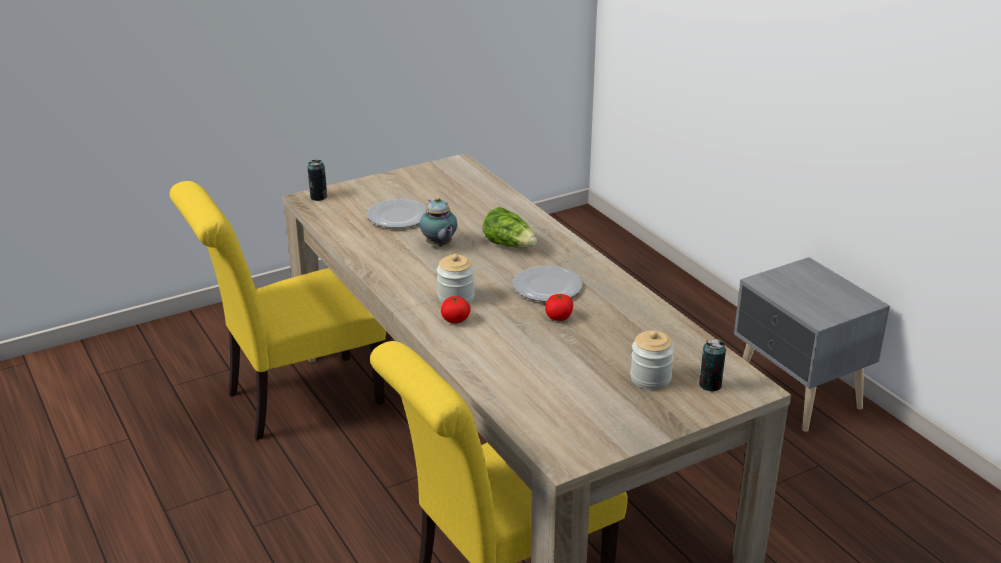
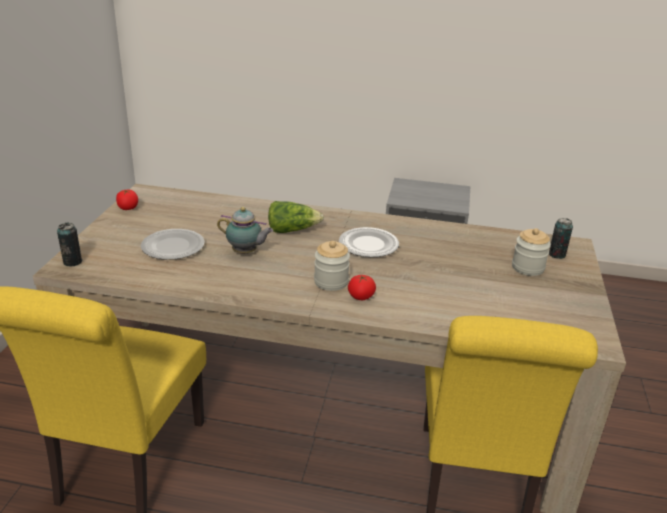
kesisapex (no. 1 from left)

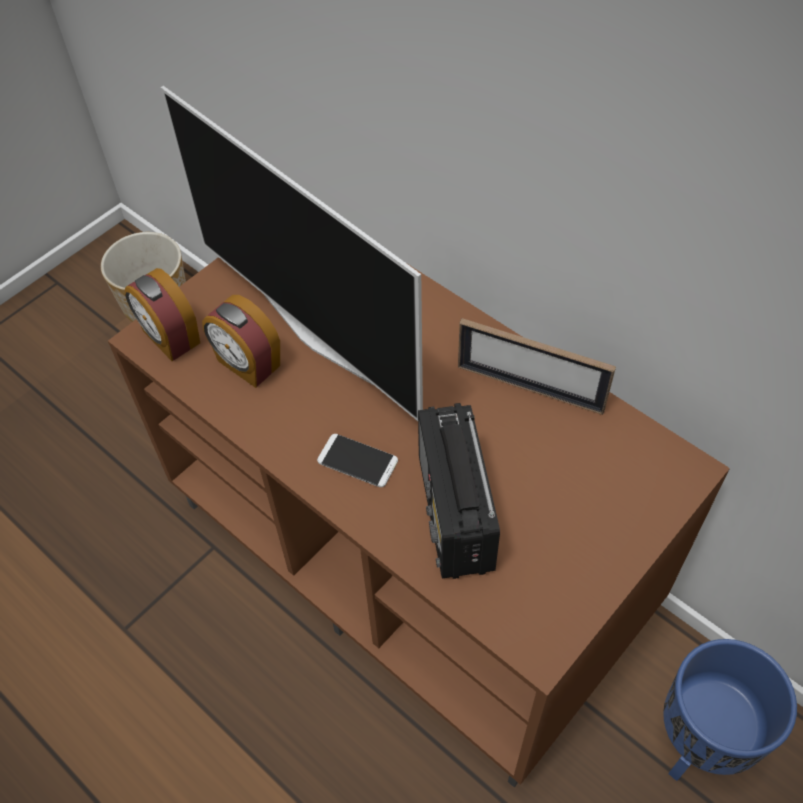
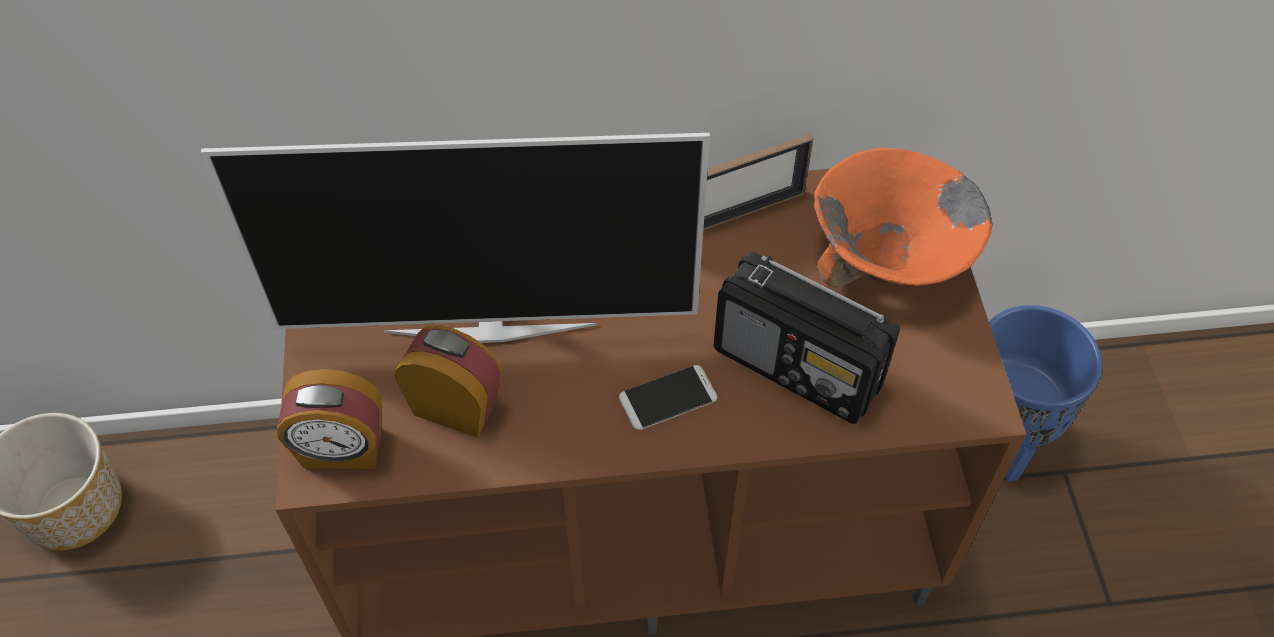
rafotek (no. 2 from left)
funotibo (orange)

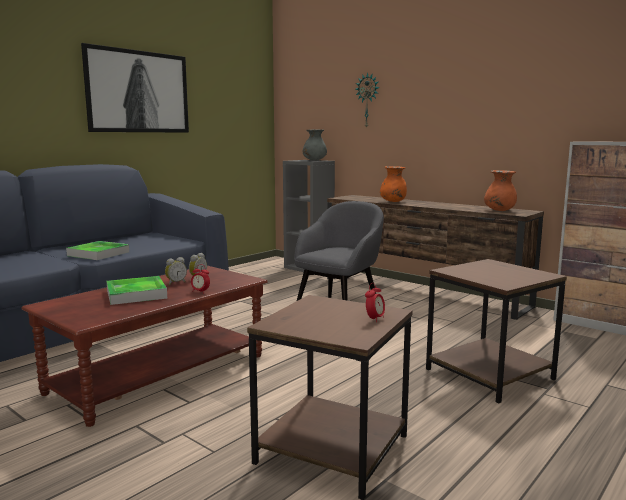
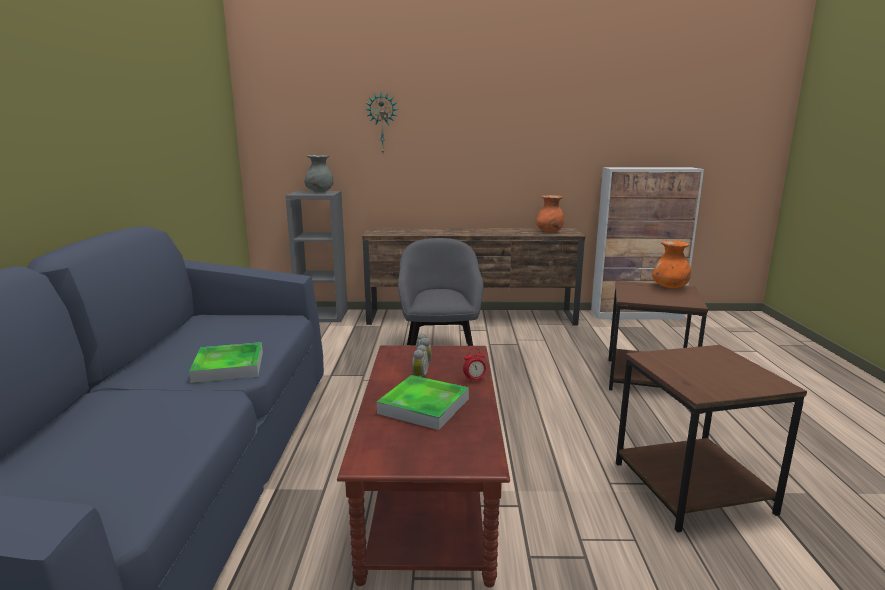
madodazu
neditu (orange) (no. 2 from left)
rafotek (no. 4 from left in the first image)

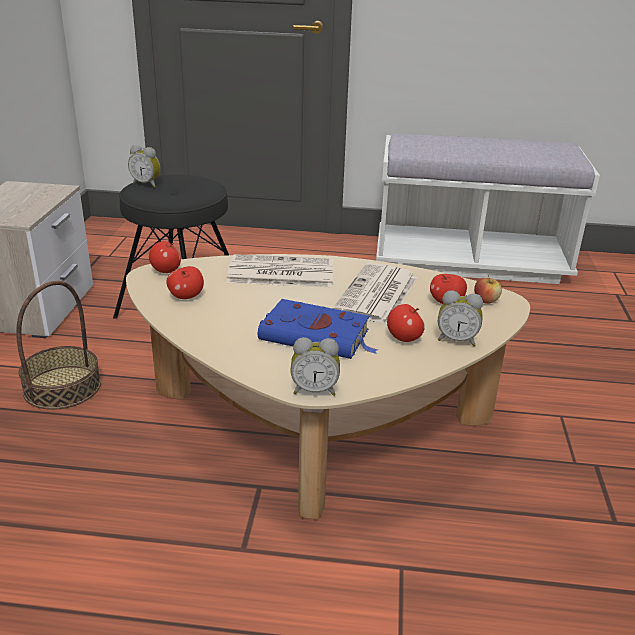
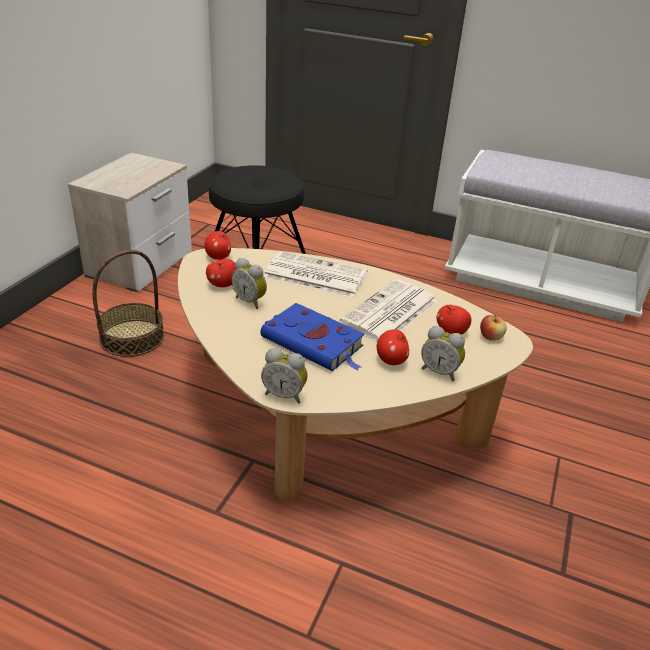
rafotek (no. 1 from left)

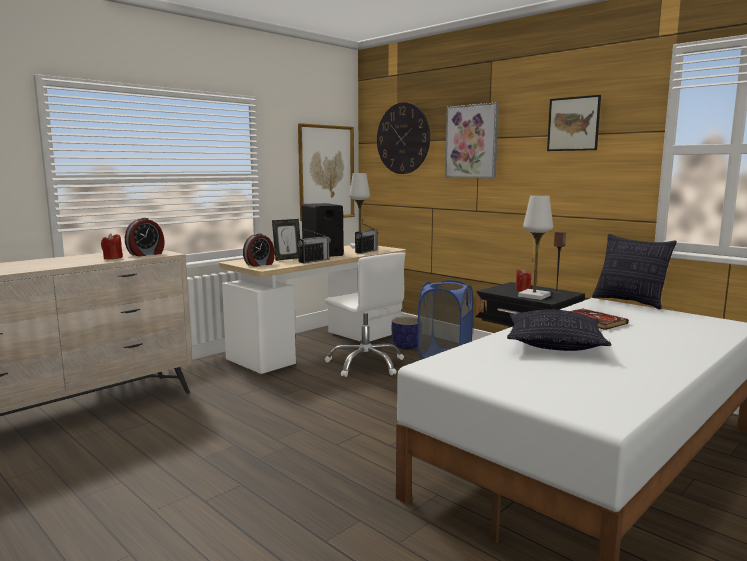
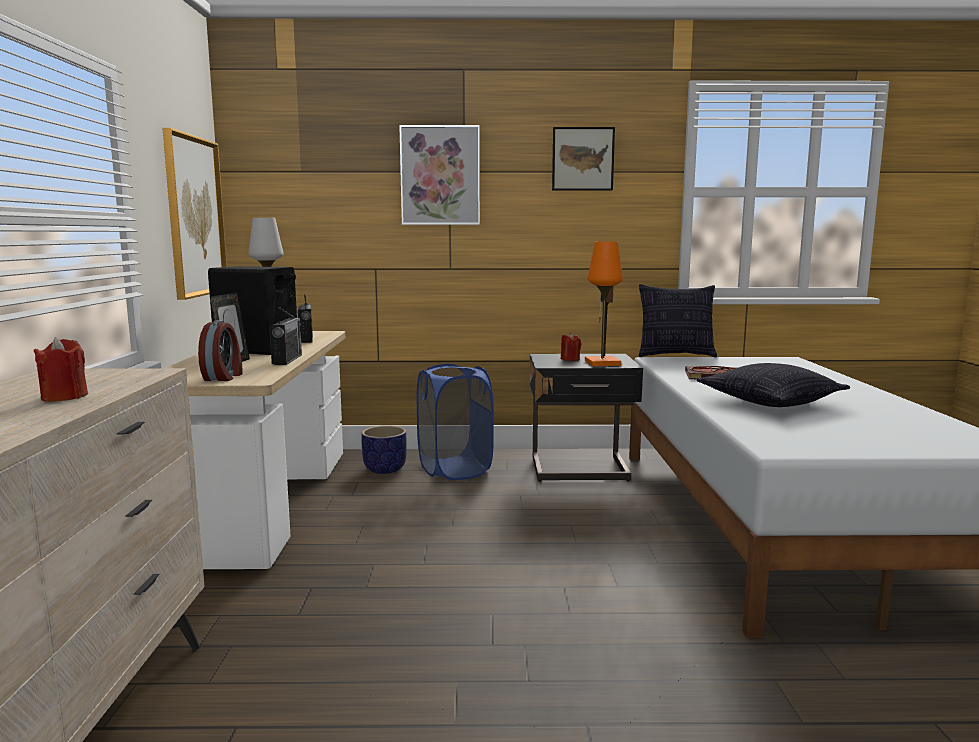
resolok
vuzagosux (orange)
rafotek (no. 1 from left in the first image)
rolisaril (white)

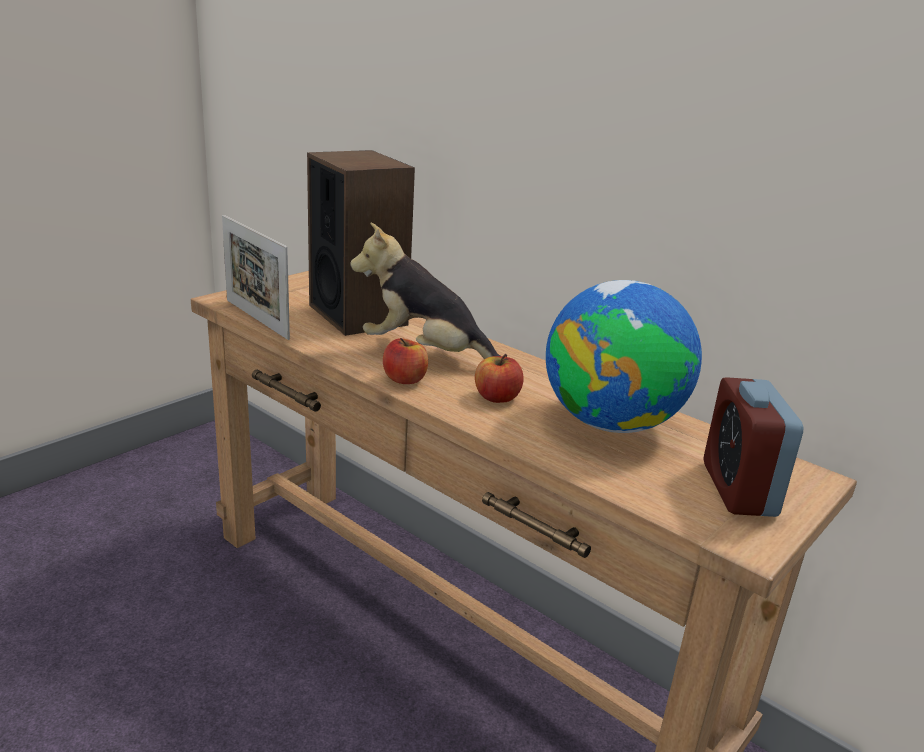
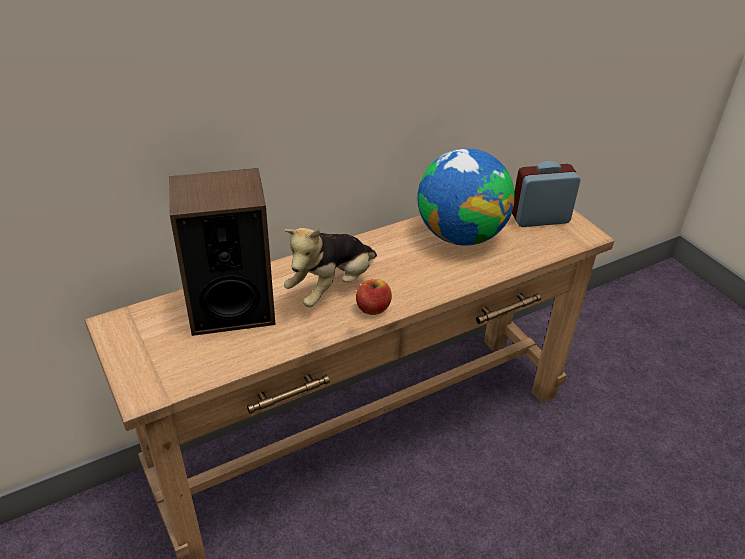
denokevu
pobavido (no. 2 from left in the first image)
rafotek

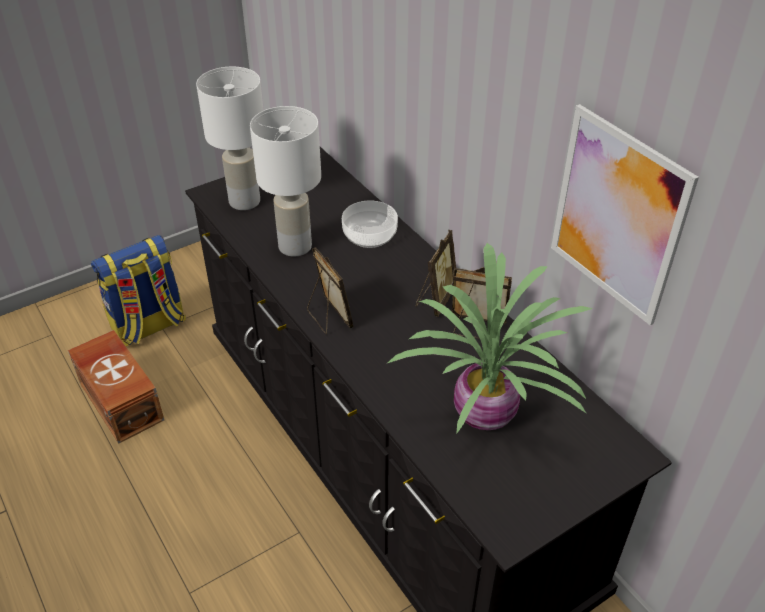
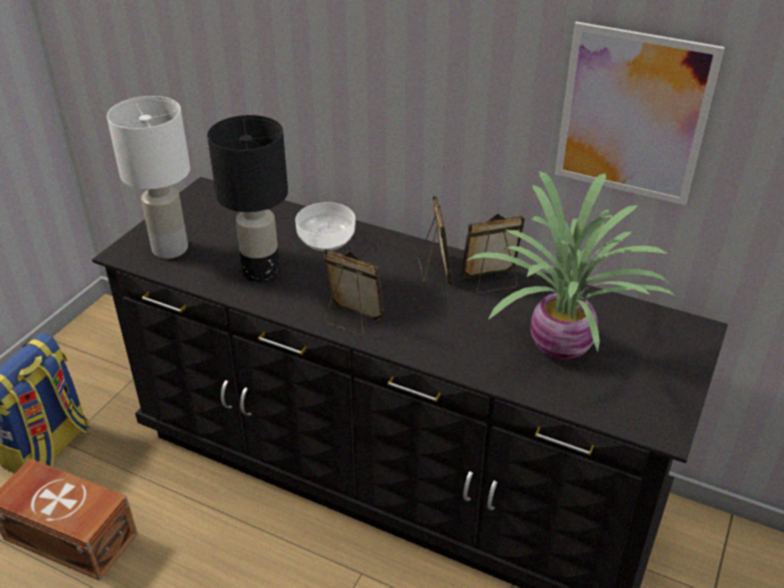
vuzagosux (black)

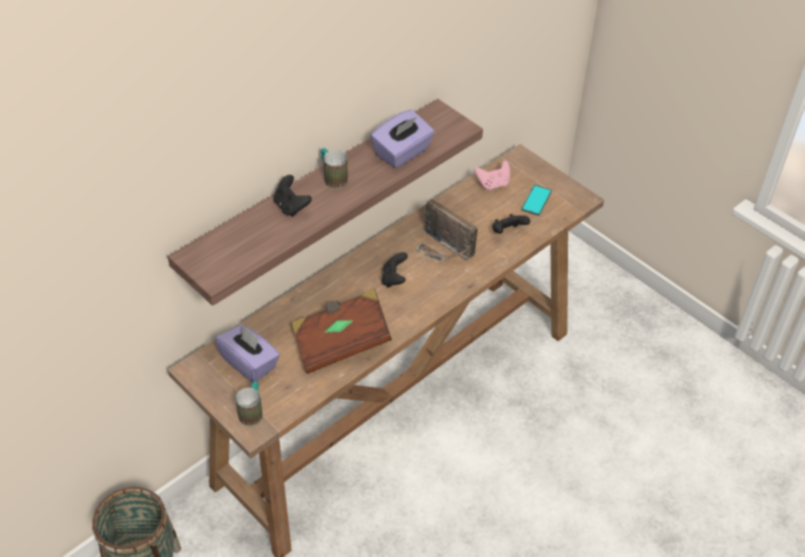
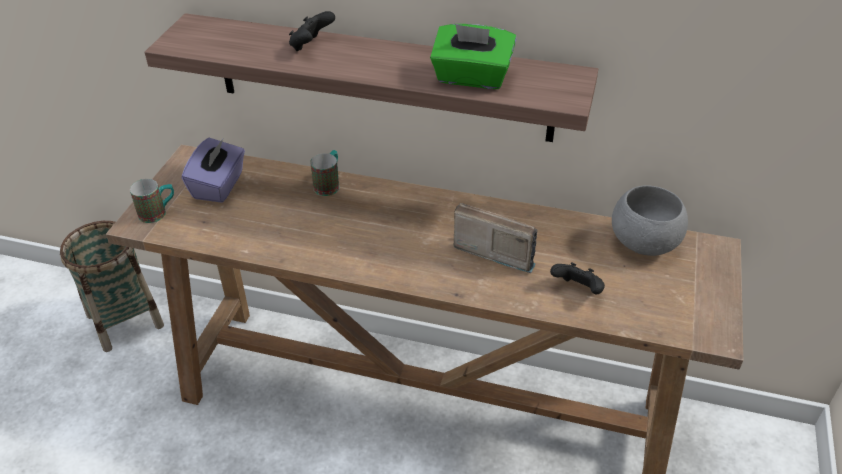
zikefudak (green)
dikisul (no. 2 from left)
funotibo (grey)
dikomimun
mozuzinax
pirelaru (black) (no. 2 from left in the first image)
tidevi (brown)

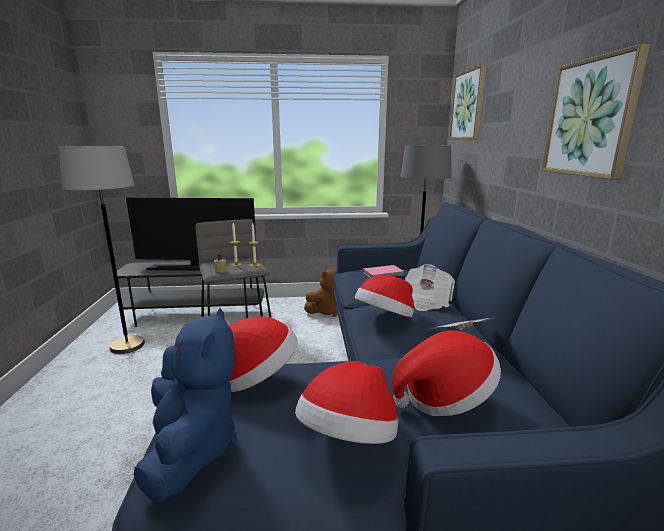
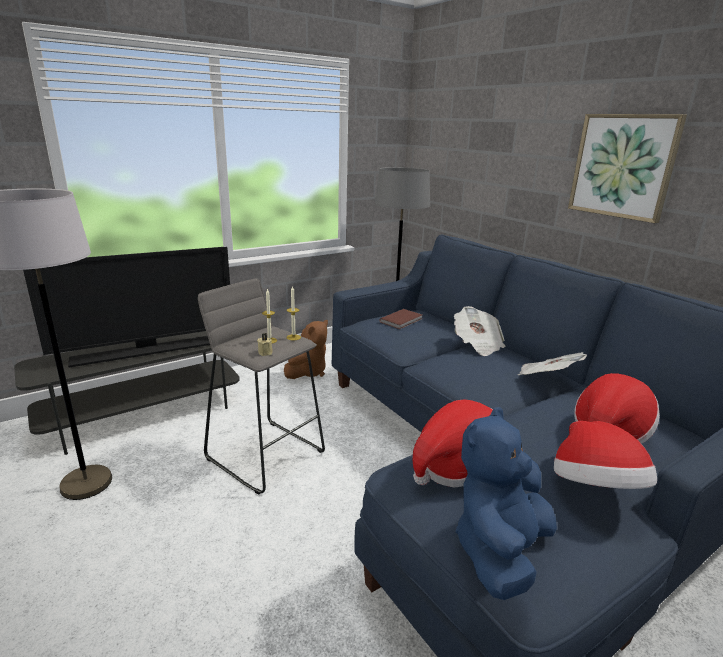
madodazu (no. 1 from left in the first image)
tidevi (brown)
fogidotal (no. 3 from left in the first image)
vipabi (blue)

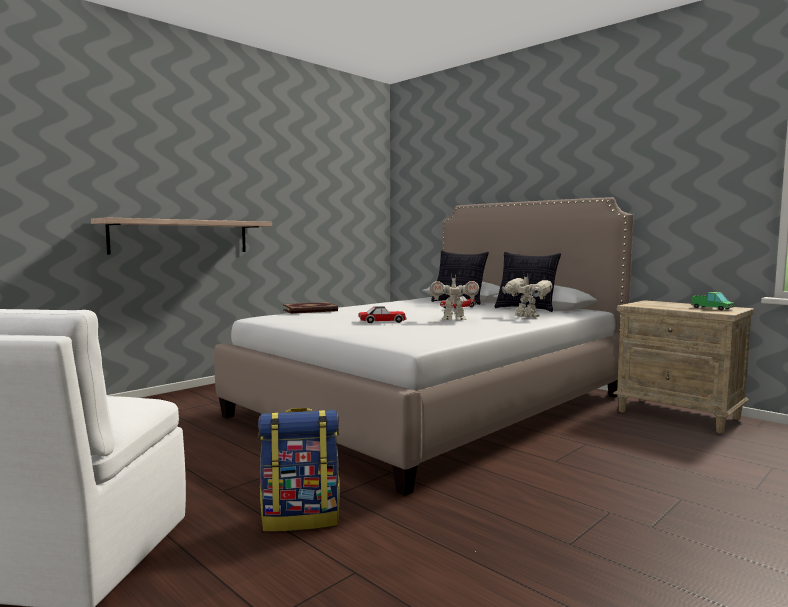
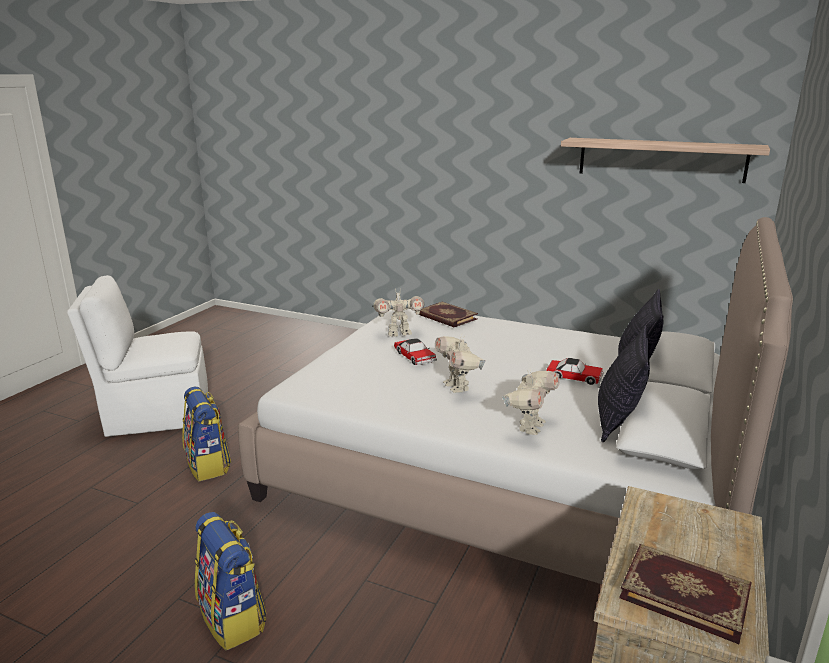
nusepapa
tidevi (no. 2 from left)
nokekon (no. 1 from left)
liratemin (no. 2 from left)

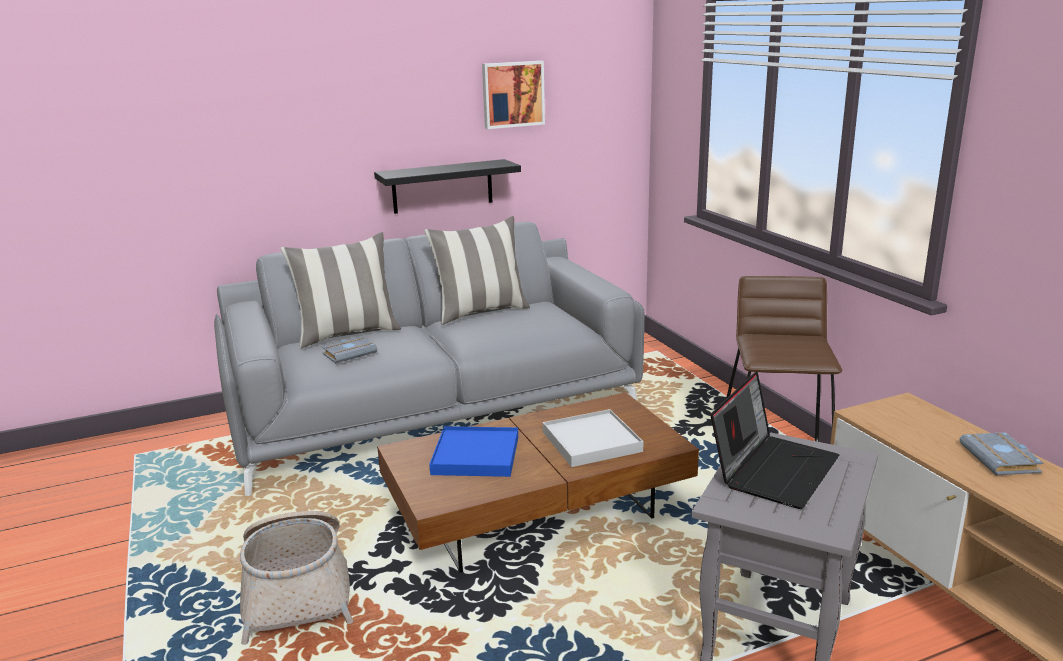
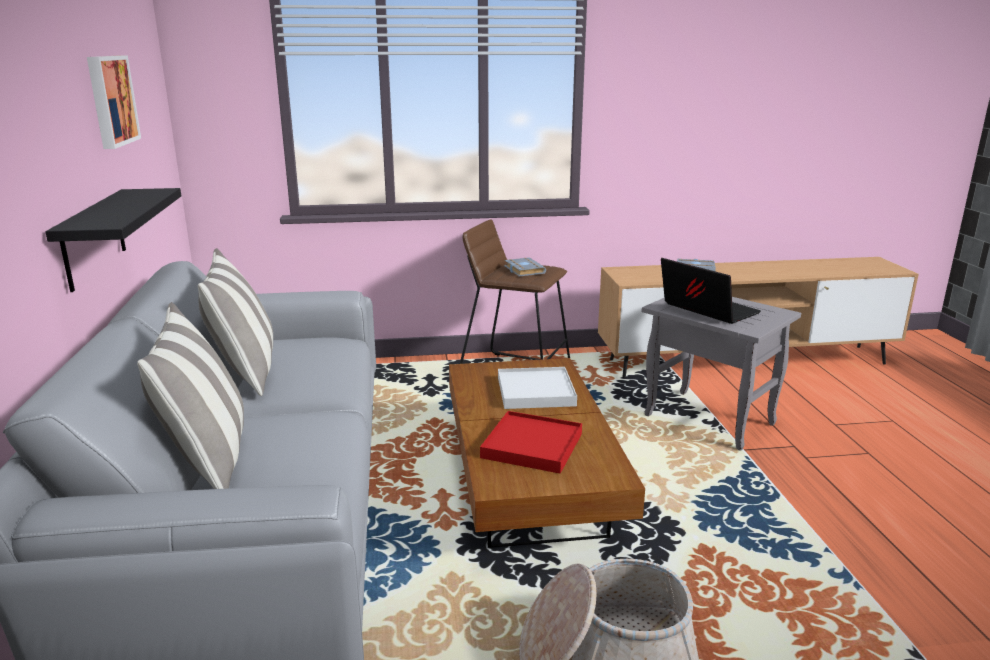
tidevi (grey) (no. 1 from left)
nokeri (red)

